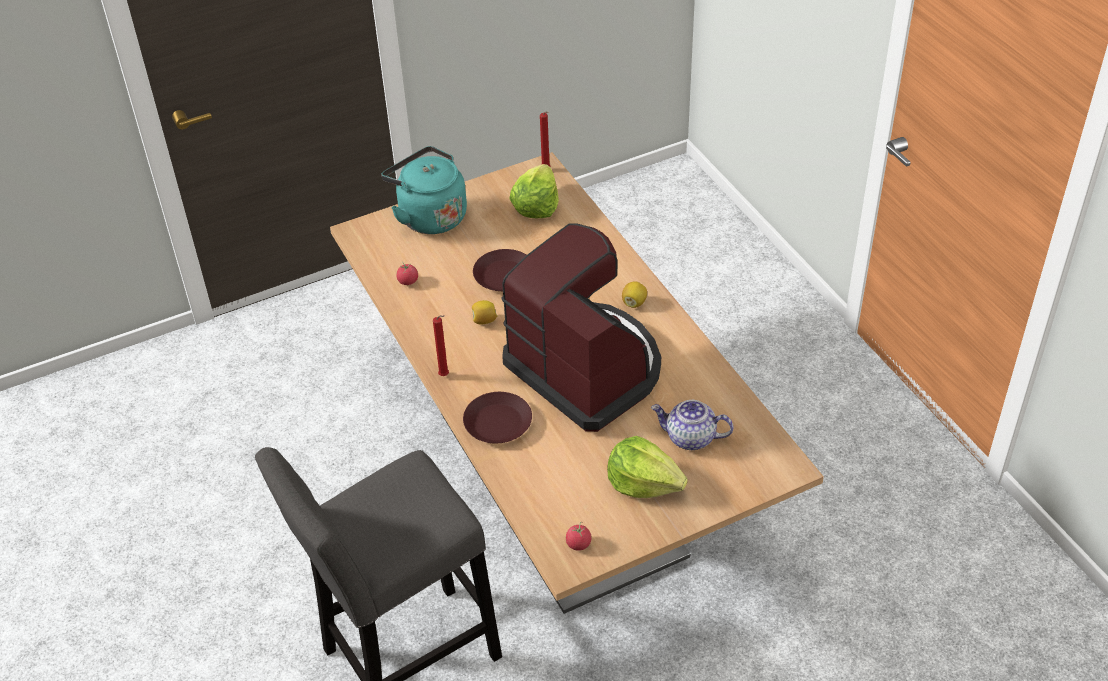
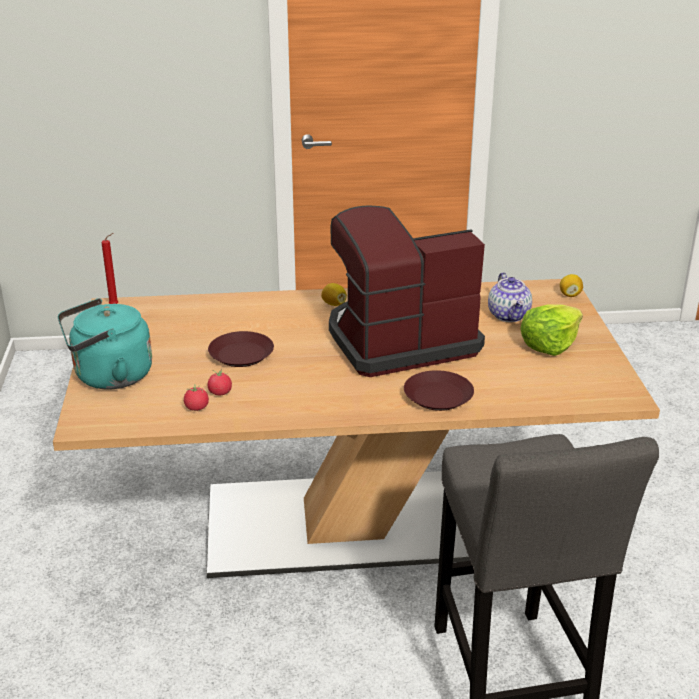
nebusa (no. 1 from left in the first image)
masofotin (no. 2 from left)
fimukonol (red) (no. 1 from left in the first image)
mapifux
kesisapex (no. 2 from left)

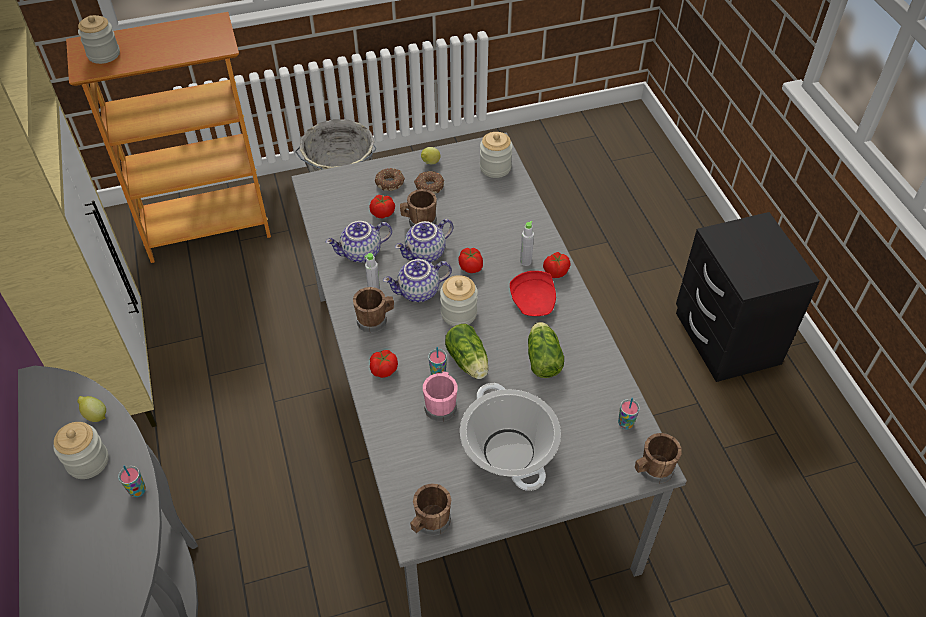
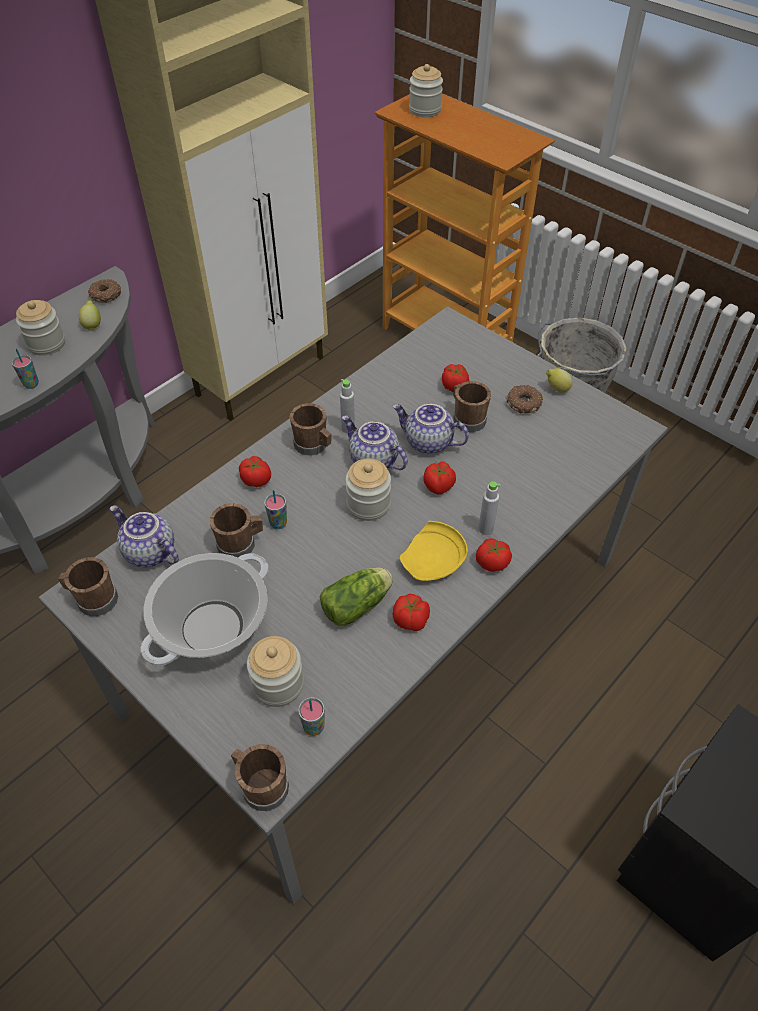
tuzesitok (no. 2 from left)
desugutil (no. 1 from left)
mapifux (no. 1 from left)
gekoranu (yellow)
nebusa (no. 1 from left in the first image)
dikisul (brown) (no. 2 from left)
kesisapex (no. 2 from left)

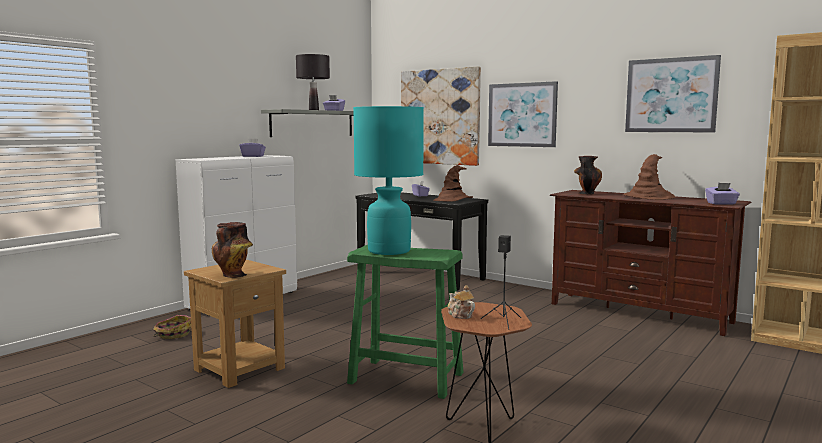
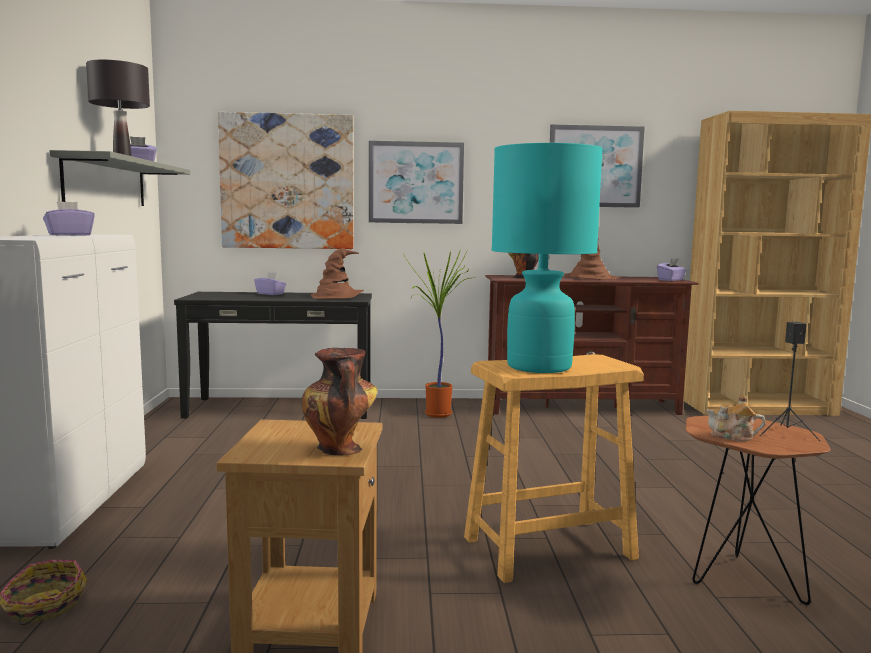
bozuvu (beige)
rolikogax

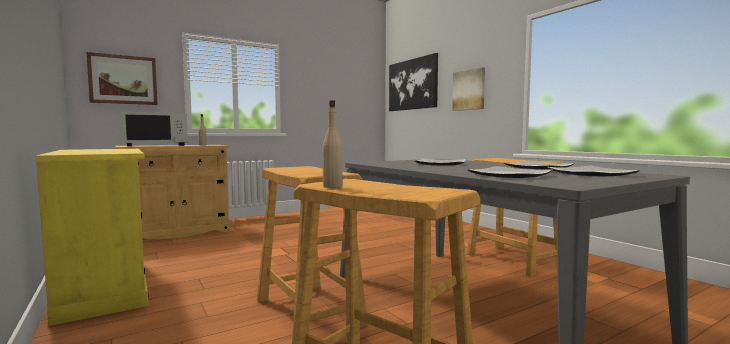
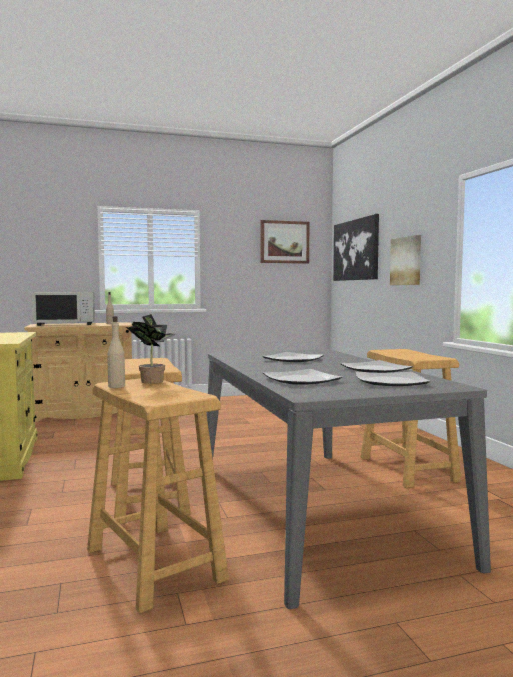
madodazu (no. 1 from left)
rolikogax

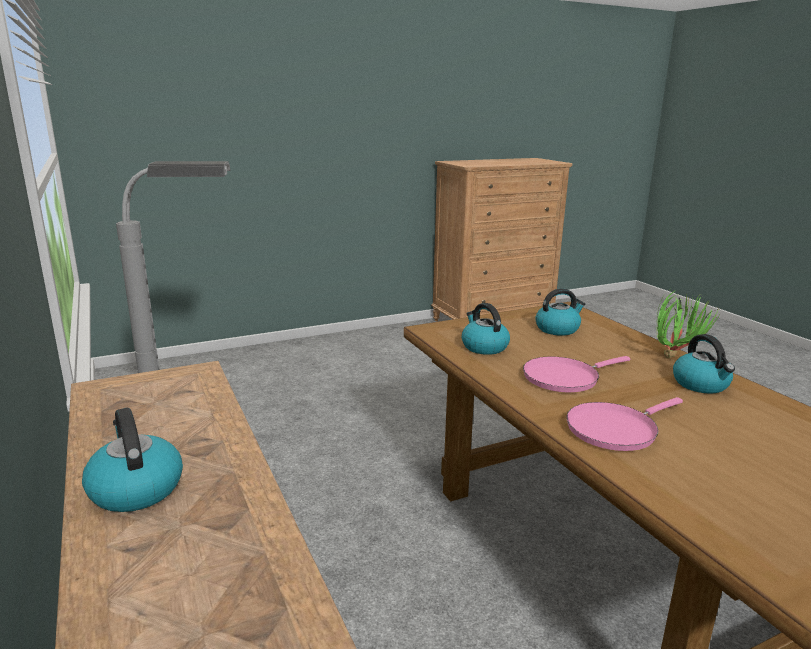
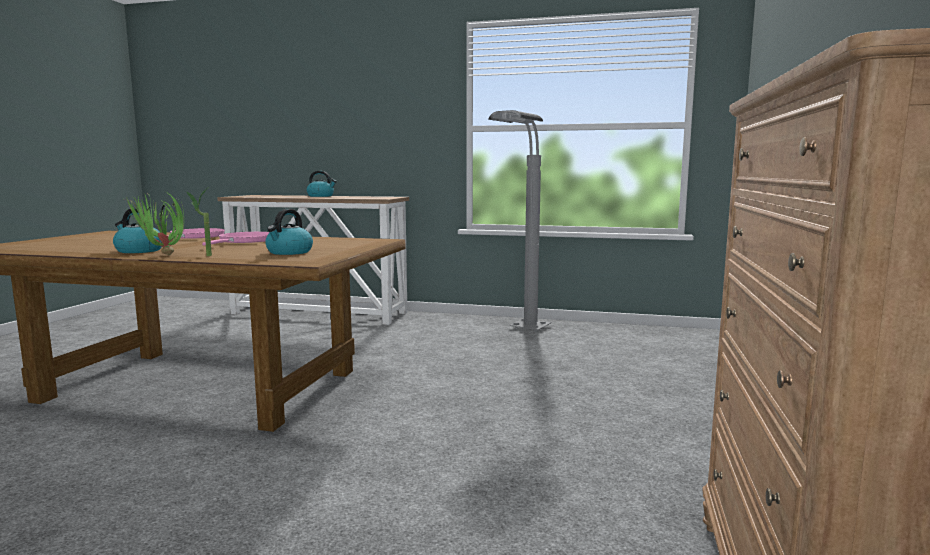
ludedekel (no. 2 from left in the first image)
rolikogax (no. 2 from left)

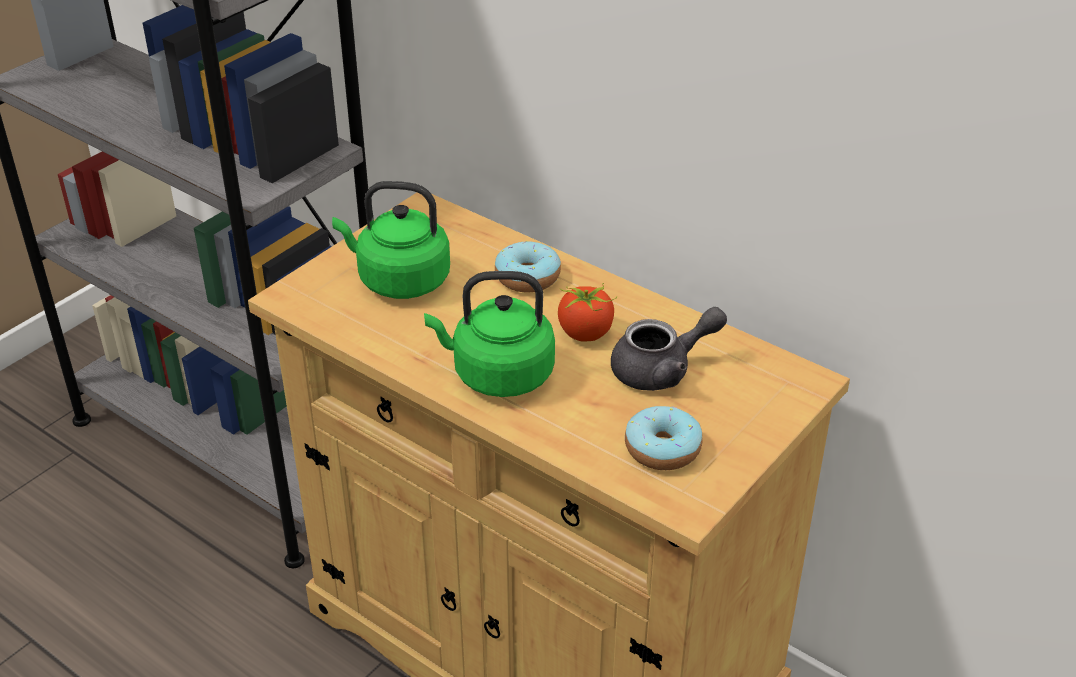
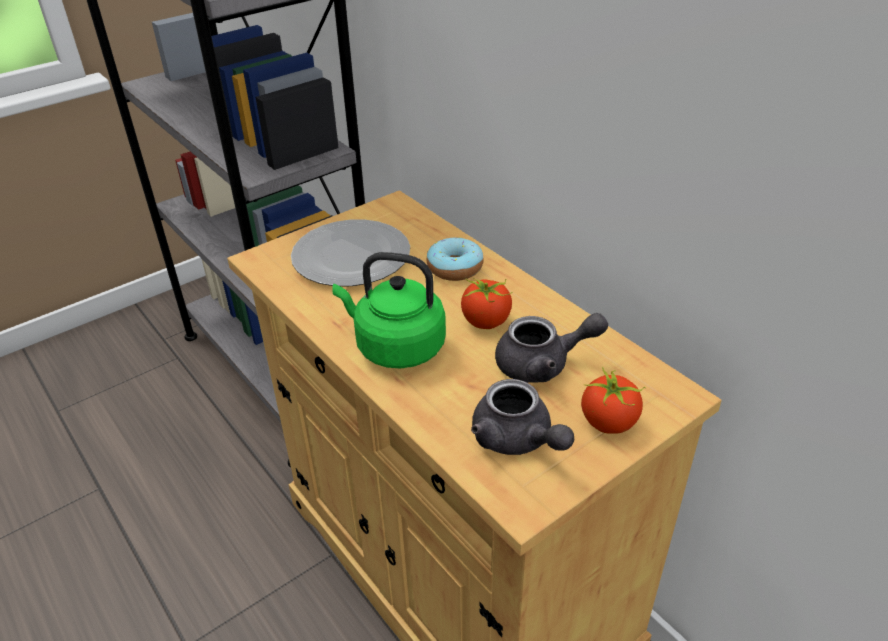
gekoranu
mapifux (grey) (no. 1 from left)
kesisapex (no. 2 from left)

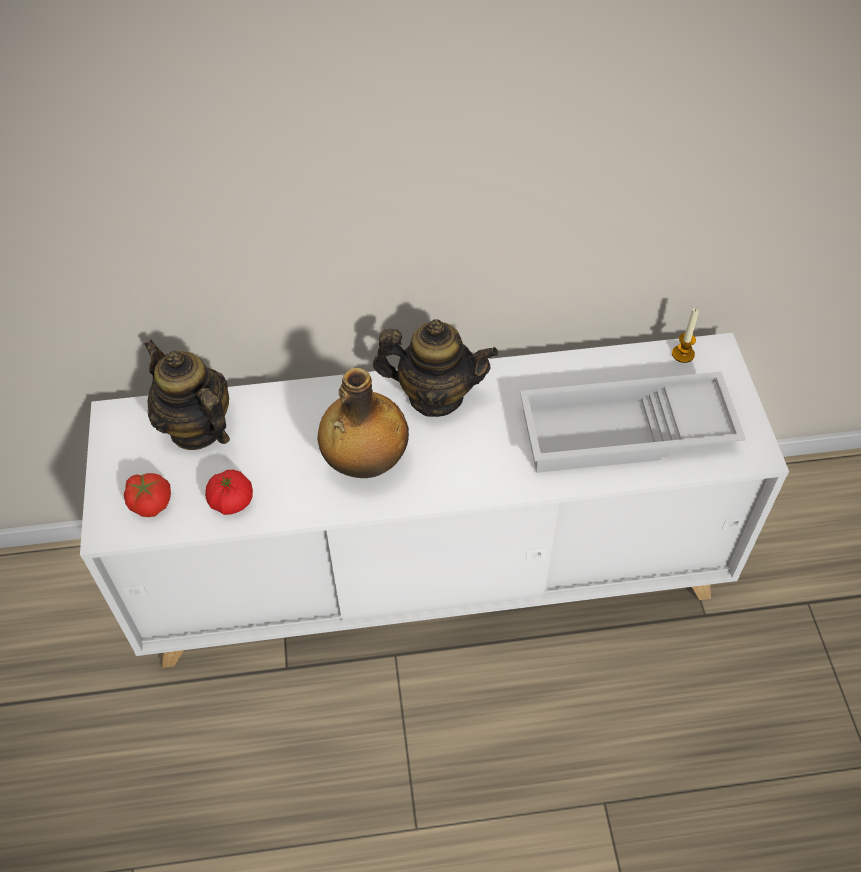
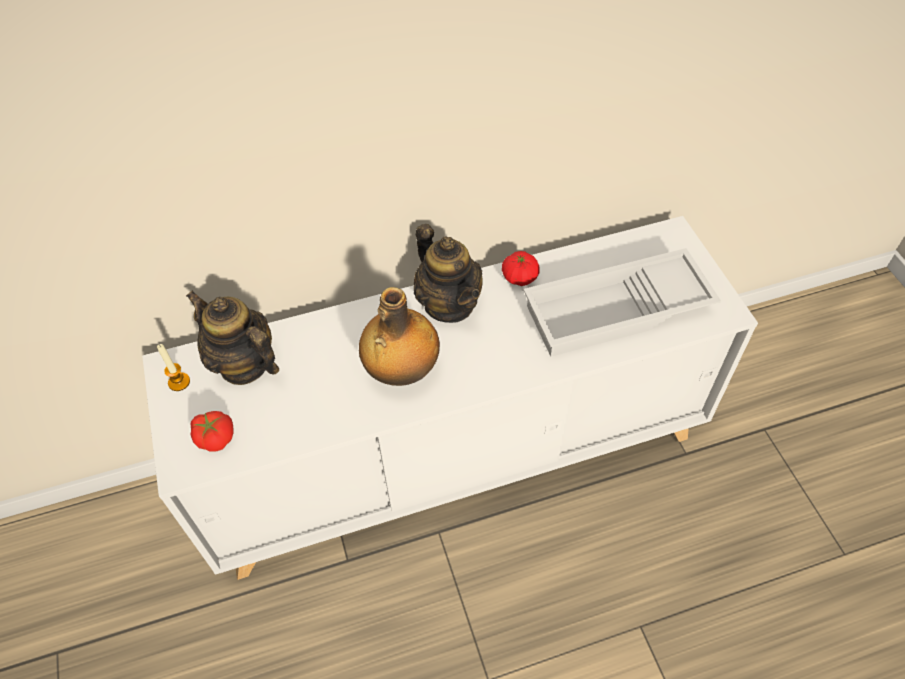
fimukonol
mapifux (no. 2 from left)
kesisapex (no. 2 from left)

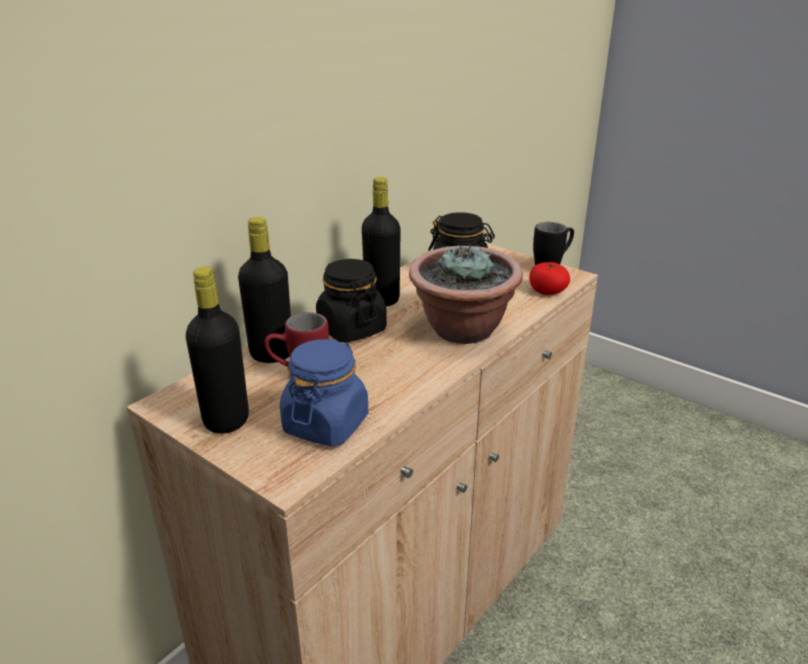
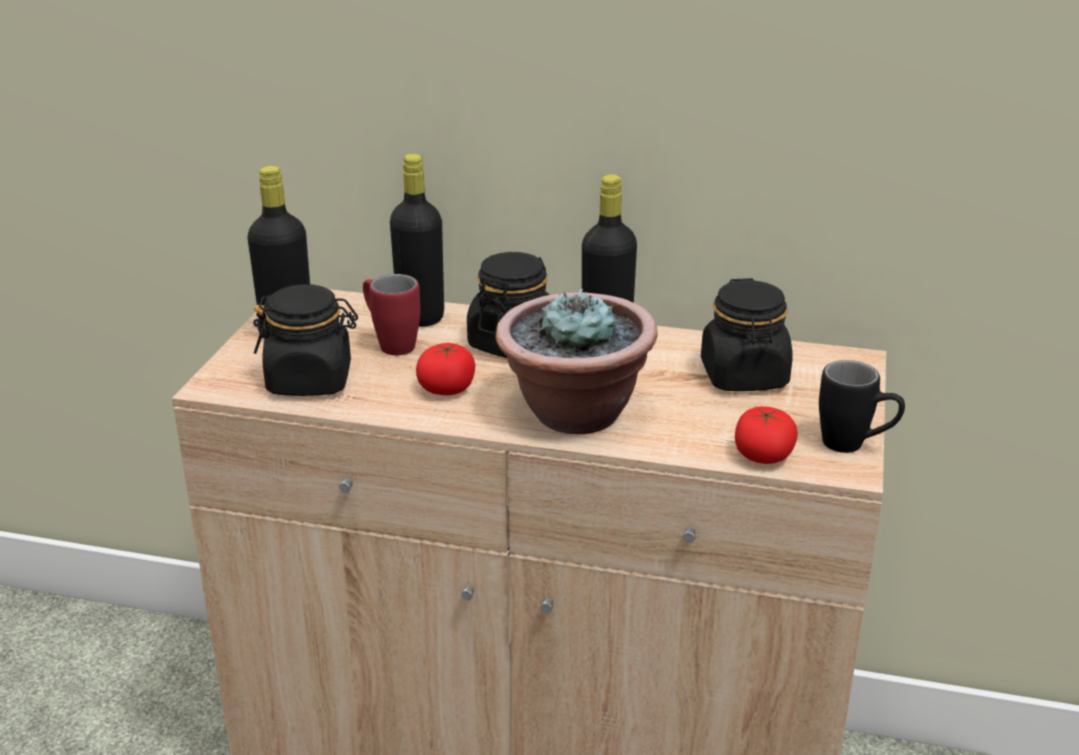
tuzesitok (black) (no. 1 from left)
kesisapex (no. 1 from left)

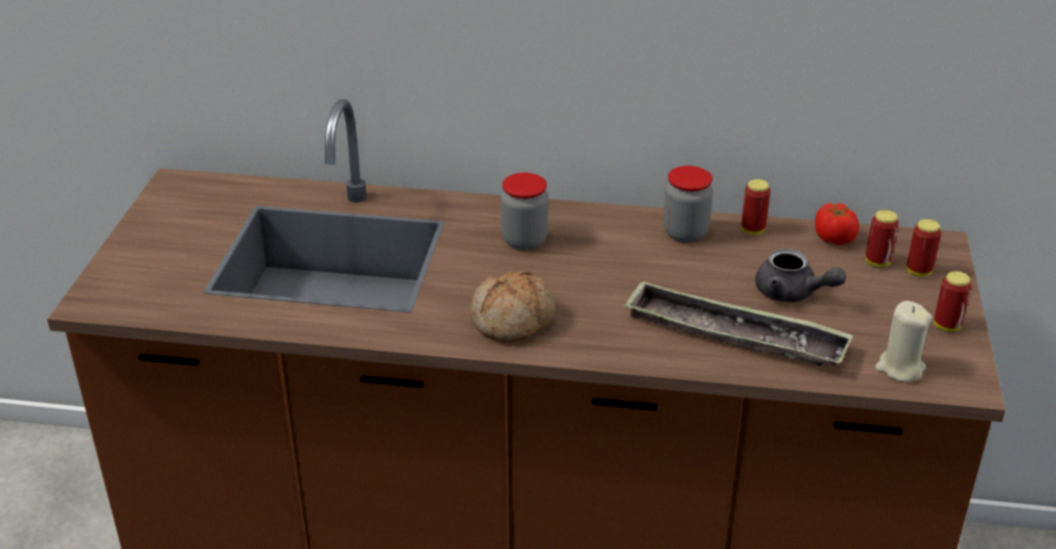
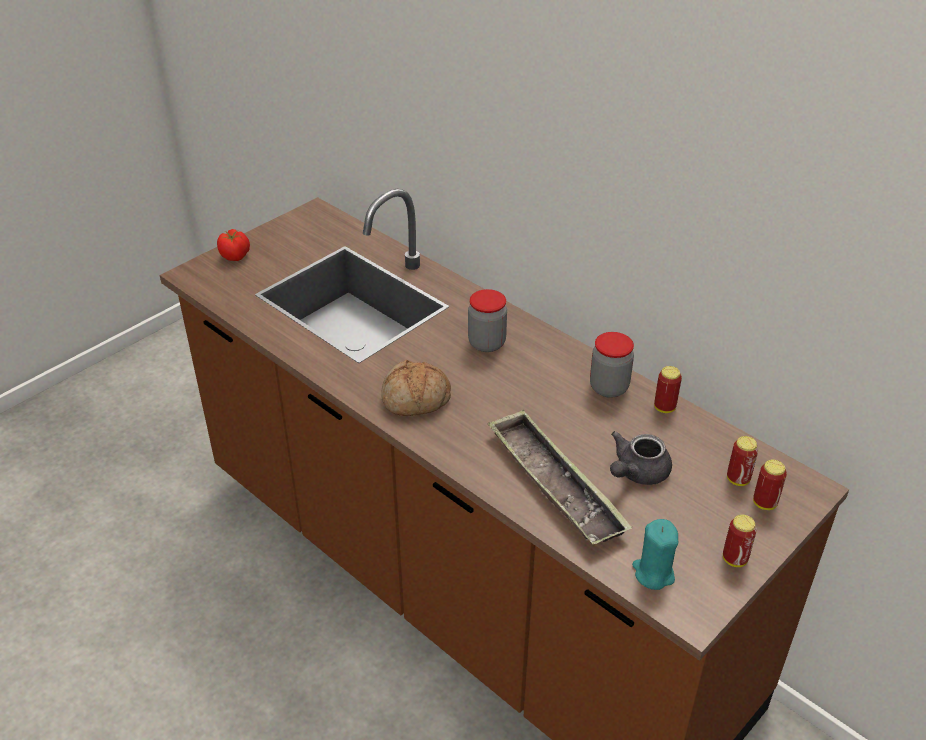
kesisapex
mapifux (grey)
fimukonol (turquoise)

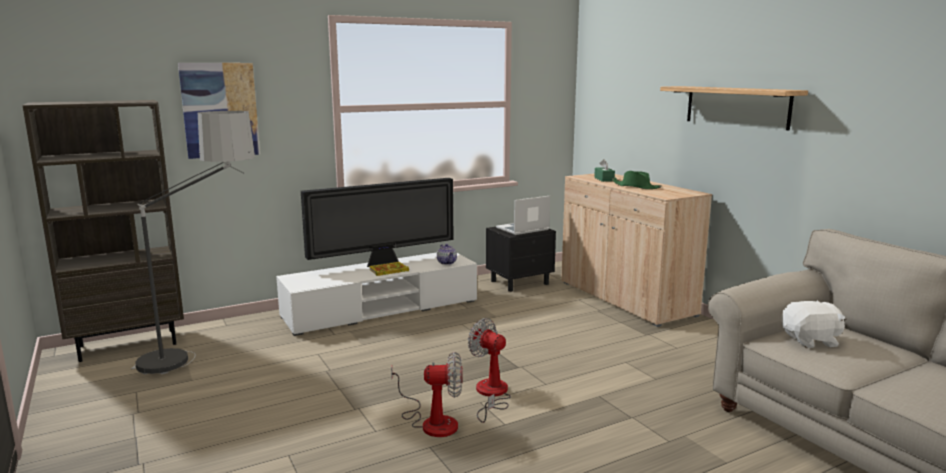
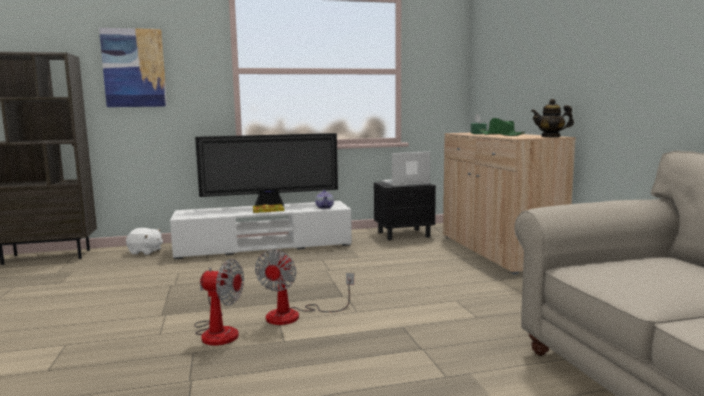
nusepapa
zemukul
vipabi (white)
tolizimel (no. 2 from left)
mapifux (no. 2 from left)

